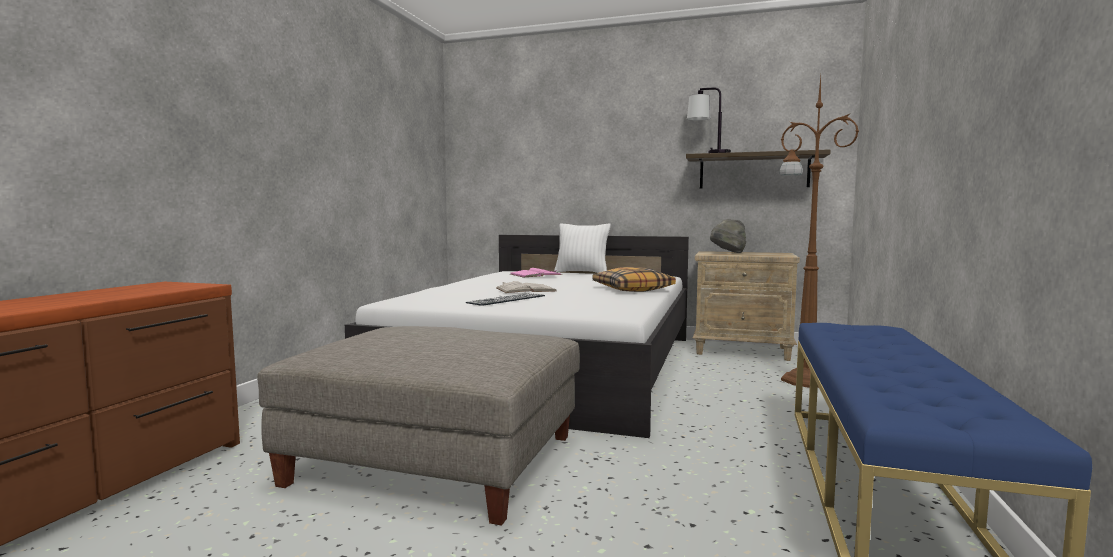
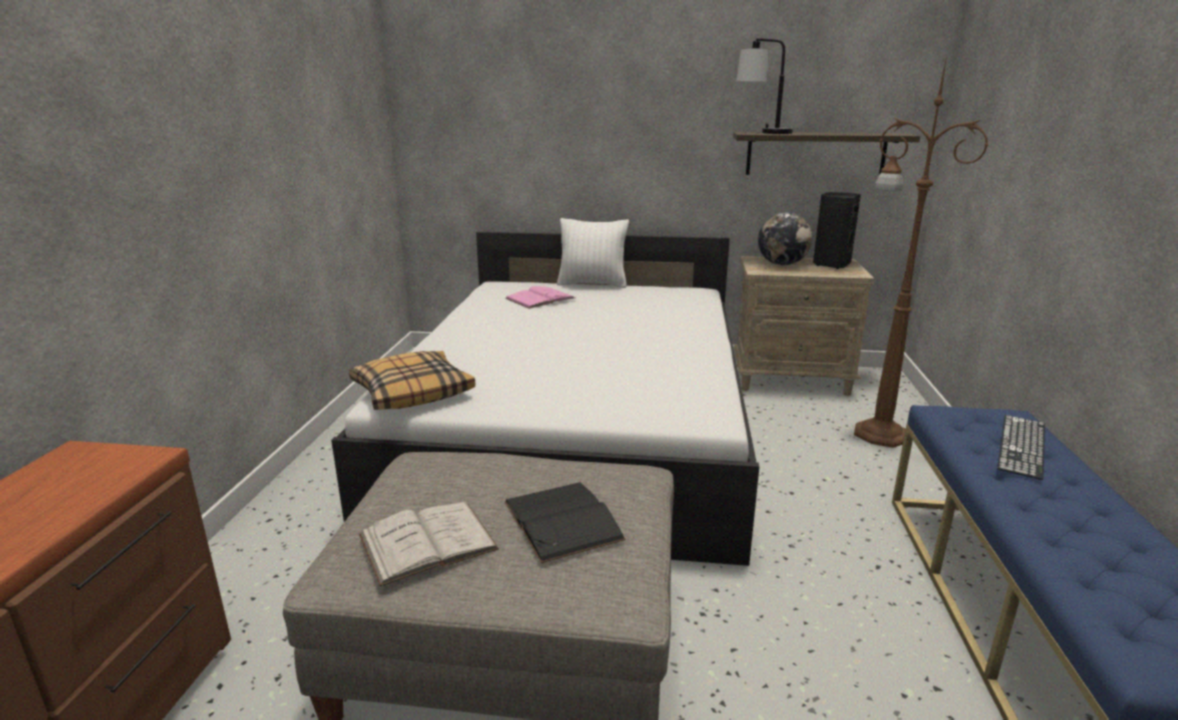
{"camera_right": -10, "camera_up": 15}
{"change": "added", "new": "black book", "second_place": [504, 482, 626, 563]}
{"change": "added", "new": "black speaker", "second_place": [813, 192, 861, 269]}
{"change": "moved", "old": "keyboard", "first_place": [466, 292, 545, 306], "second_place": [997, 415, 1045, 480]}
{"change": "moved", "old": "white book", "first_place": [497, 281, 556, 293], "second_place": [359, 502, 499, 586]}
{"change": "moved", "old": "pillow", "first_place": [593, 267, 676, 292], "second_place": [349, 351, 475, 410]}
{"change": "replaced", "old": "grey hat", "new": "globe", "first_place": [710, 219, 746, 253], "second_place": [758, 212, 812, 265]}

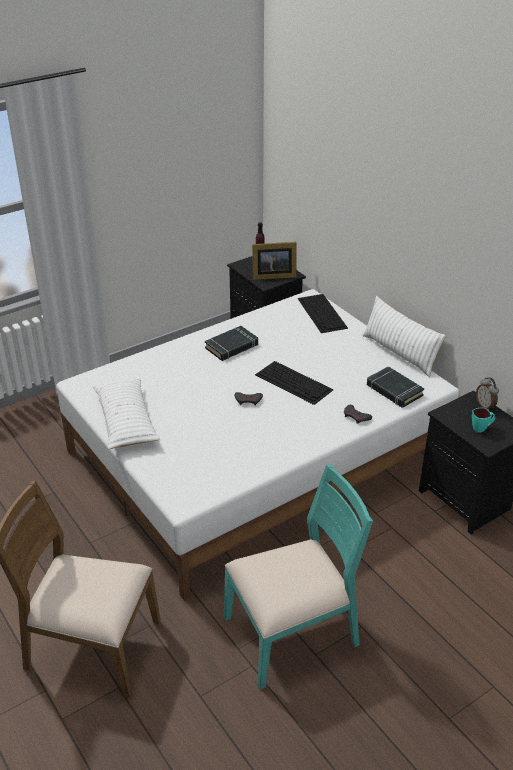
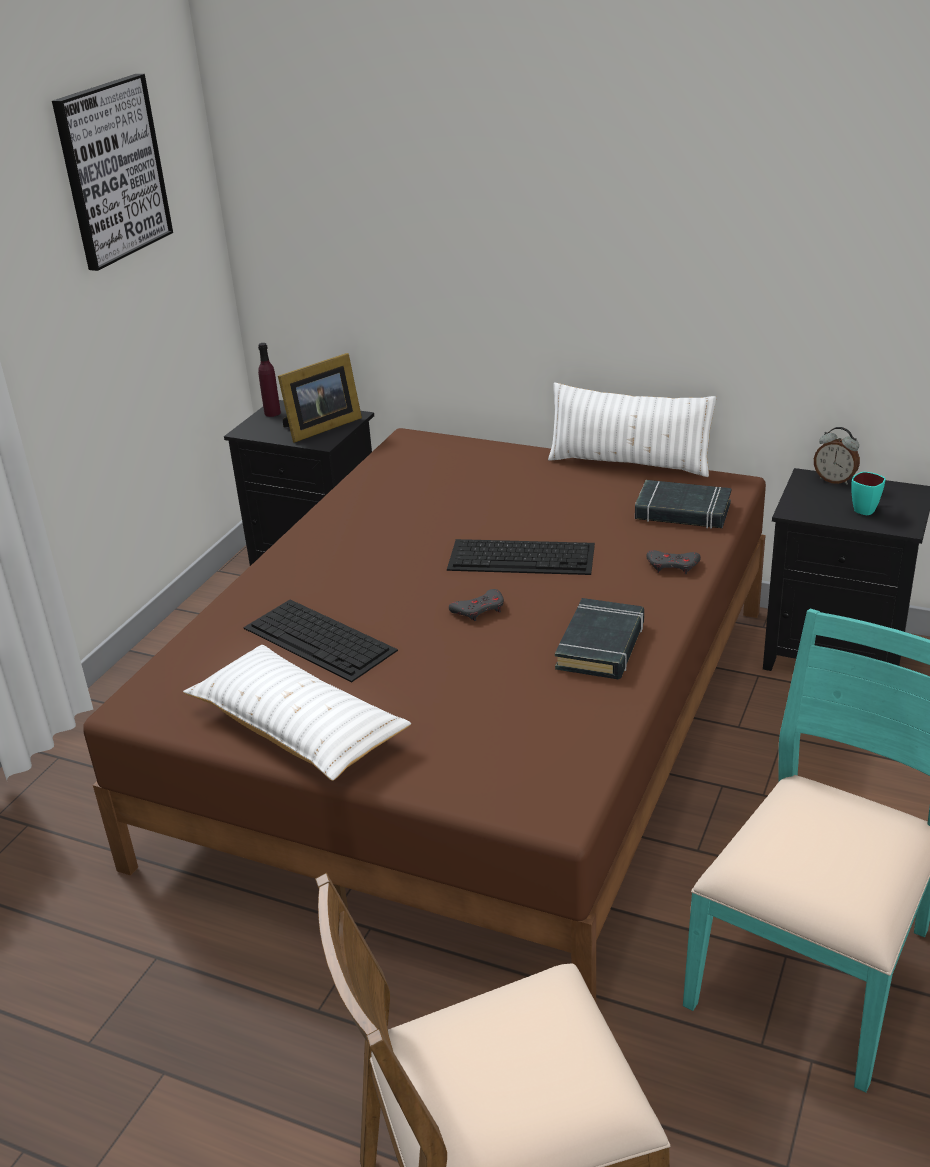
{"camera_right": -30, "camera_up": -5}
{"change": "added", "new": "picture", "second_place": [52, 74, 173, 271]}
{"change": "moved", "old": "black book", "first_place": [205, 326, 258, 361], "second_place": [555, 598, 644, 679]}
{"change": "moved", "old": "keyboard", "first_place": [298, 294, 348, 333], "second_place": [244, 600, 398, 683]}
{"change": "recoloured", "old": "white bed", "new": "brown bed", "first_place": [56, 289, 459, 601], "second_place": [83, 428, 766, 1002]}

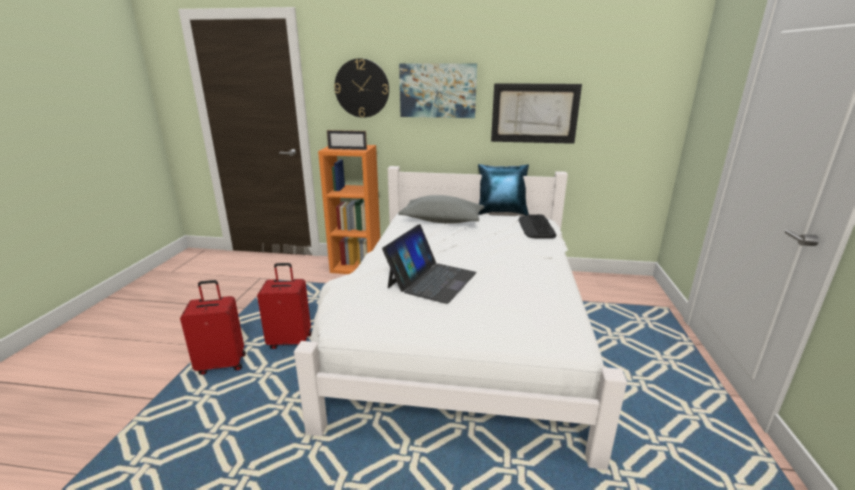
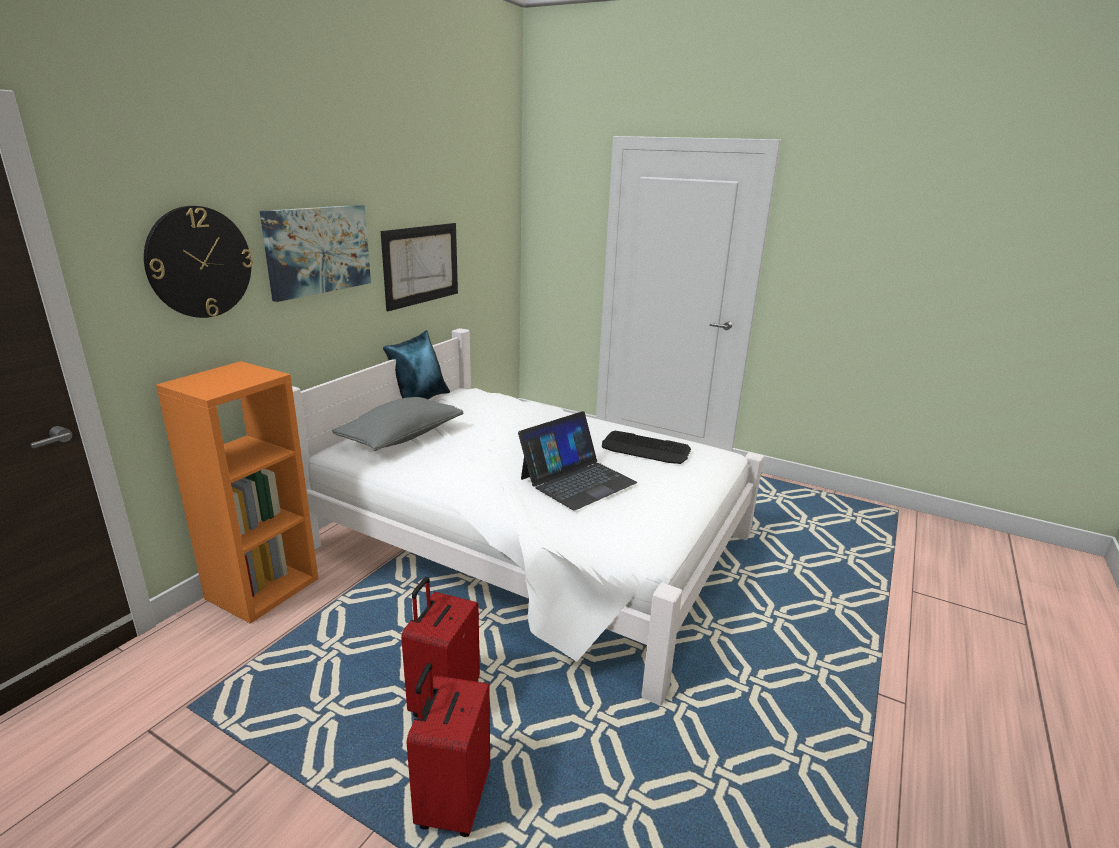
{"camera_right": -70, "camera_up": 0}
{"change": "removed", "old": "picture frame", "first_place": [327, 130, 367, 150]}
{"change": "moved", "old": "keyboard", "first_place": [518, 214, 556, 239], "second_place": [602, 431, 691, 464]}
{"change": "turned", "old": "laptop", "first_place": [382, 224, 477, 304], "second_place": [518, 411, 637, 510], "degrees": 90}

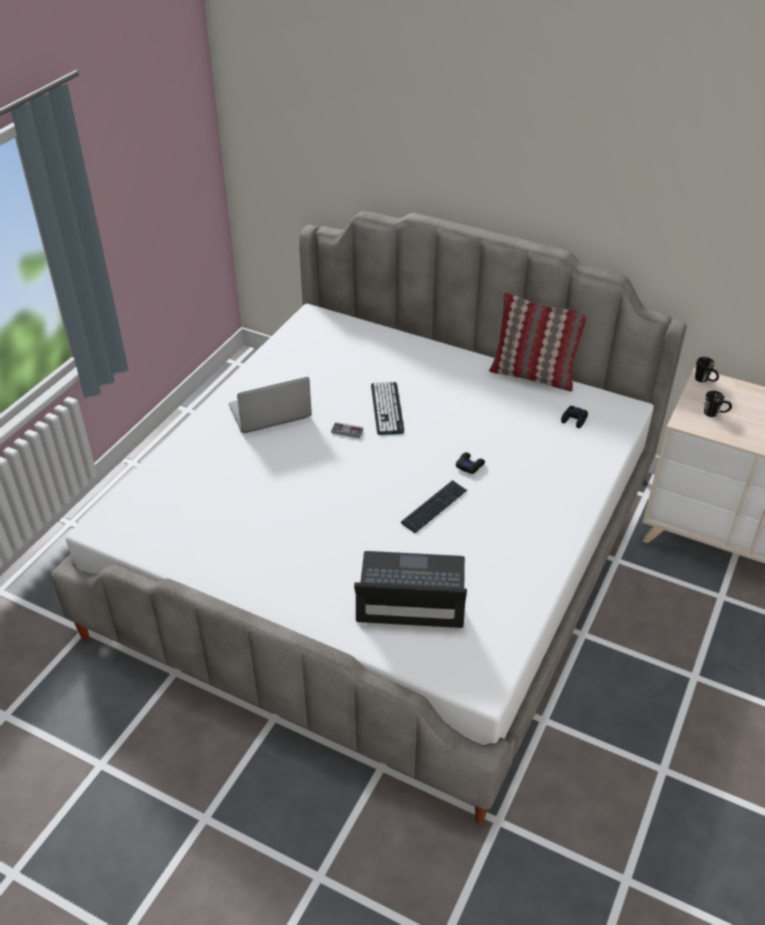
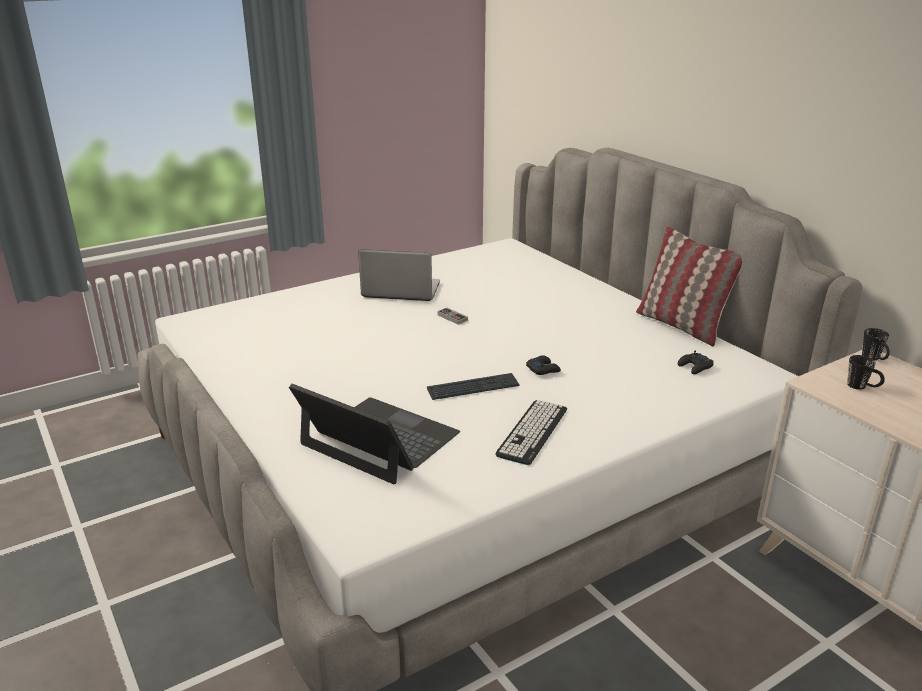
{"camera_right": 30, "camera_up": -15}
{"change": "moved", "old": "keyboard", "first_place": [371, 382, 404, 435], "second_place": [495, 400, 567, 465]}

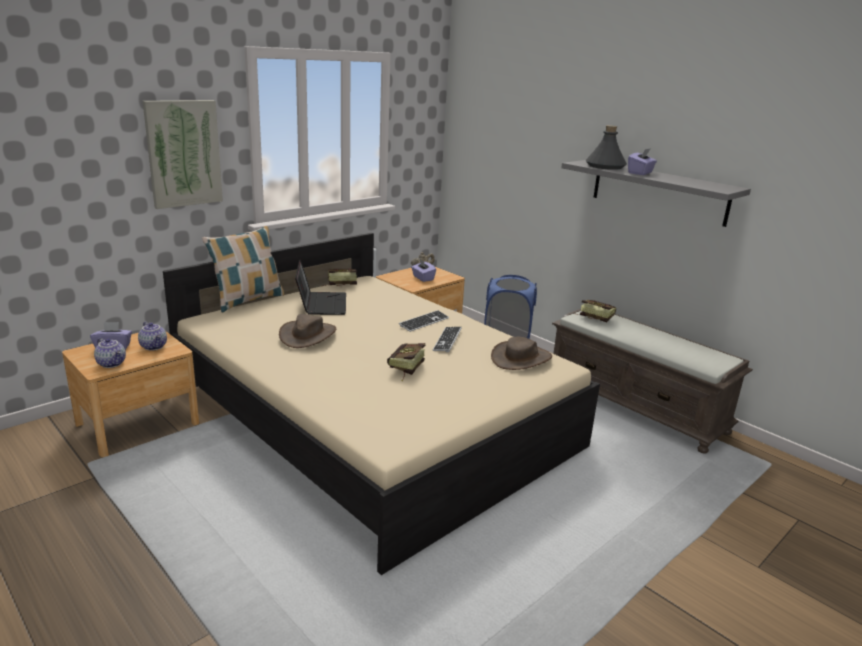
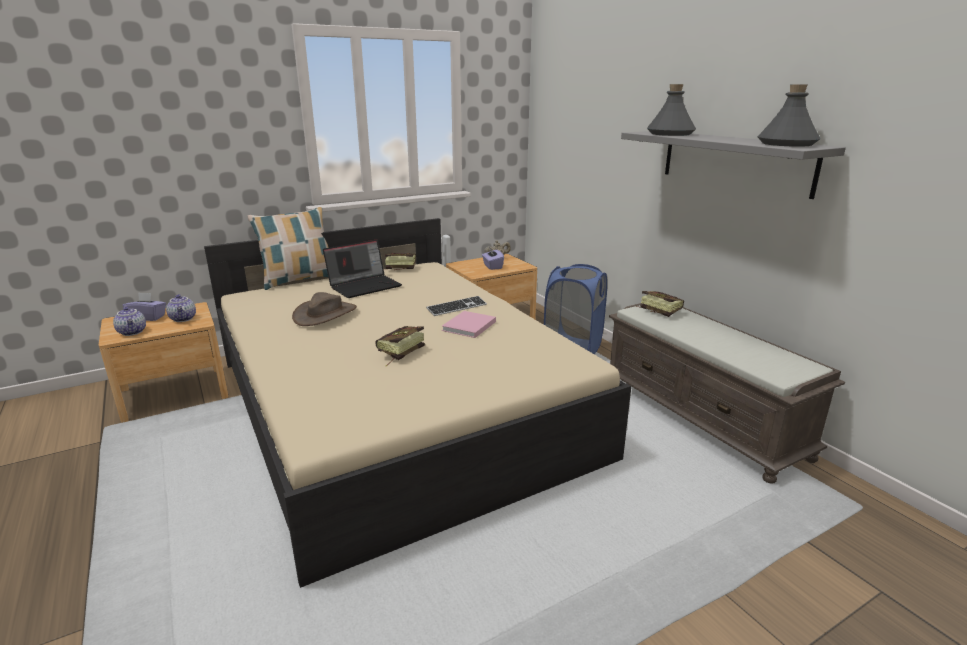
{"camera_right": 15, "camera_up": 0}
{"change": "removed", "old": "picture", "first_place": [143, 100, 223, 209]}
{"change": "removed", "old": "brown hat", "first_place": [491, 337, 552, 370]}
{"change": "removed", "old": "purple tissue box", "first_place": [628, 148, 657, 175]}
{"change": "added", "new": "grey bottle", "second_place": [758, 85, 821, 147]}
{"change": "replaced", "old": "keyboard", "new": "pink book", "first_place": [433, 327, 462, 352], "second_place": [442, 311, 496, 338]}
{"change": "turned", "old": "laptop", "first_place": [295, 259, 346, 315], "second_place": [323, 239, 402, 298], "degrees": 45}

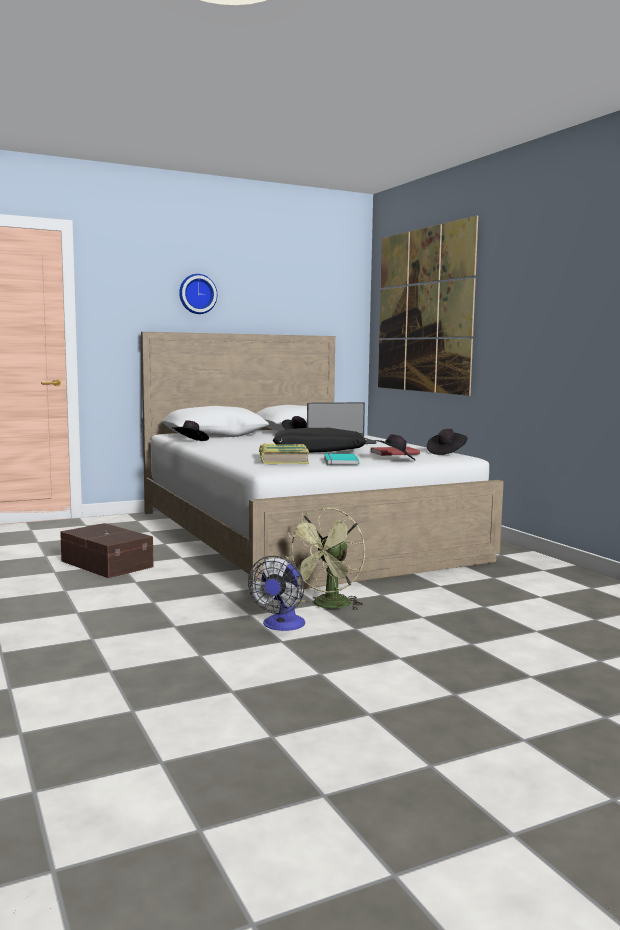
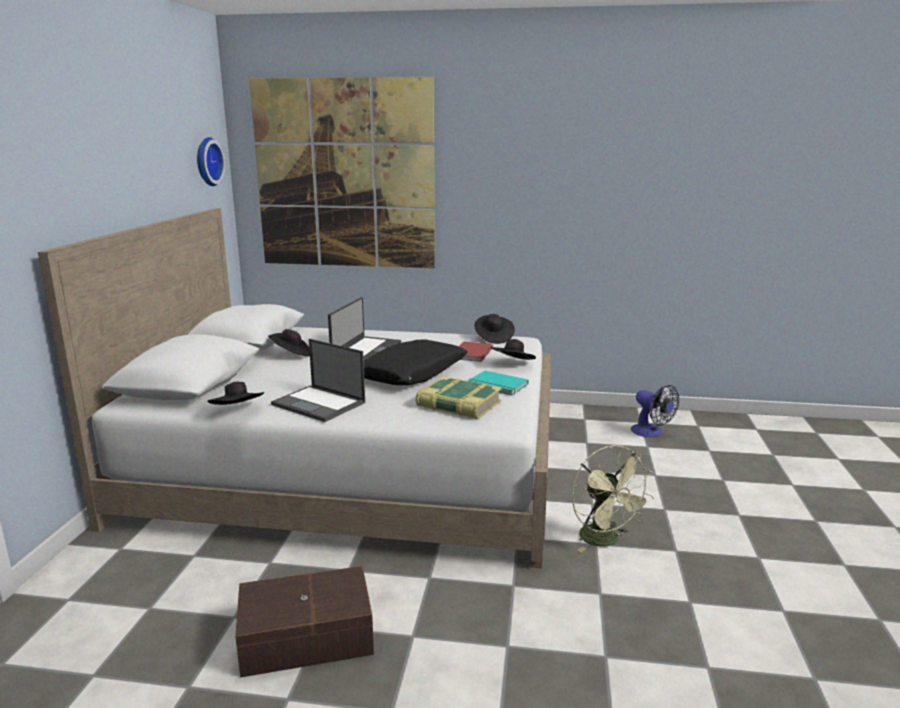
{"camera_right": -55, "camera_up": 10}
{"change": "added", "new": "laptop", "second_place": [271, 339, 365, 422]}
{"change": "moved", "old": "wall clock", "first_place": [179, 274, 217, 314], "second_place": [197, 137, 225, 186]}
{"change": "moved", "old": "fan", "first_place": [248, 556, 305, 631], "second_place": [631, 385, 679, 437]}

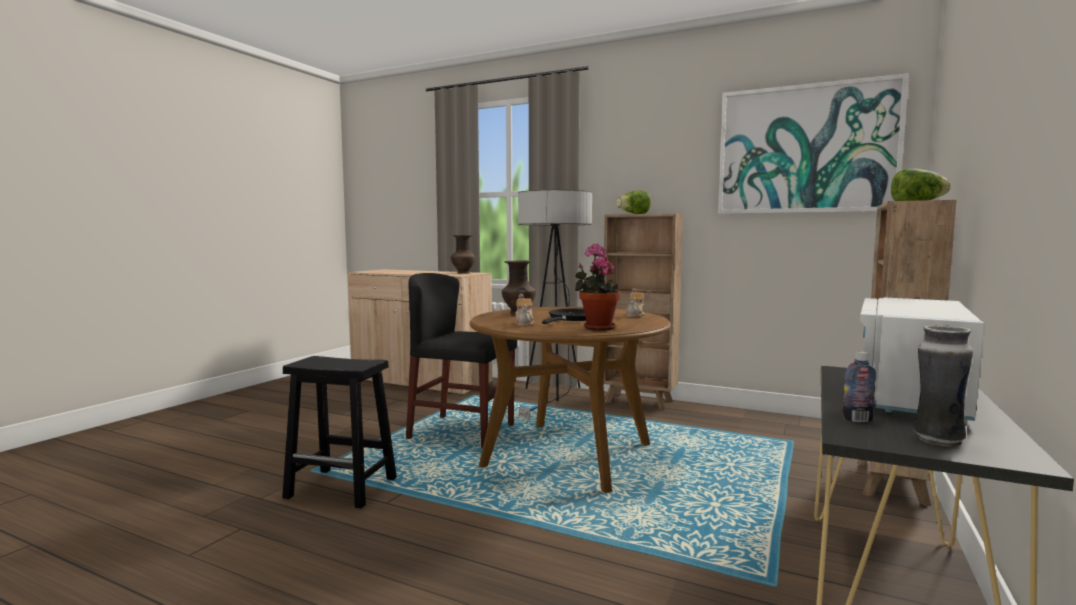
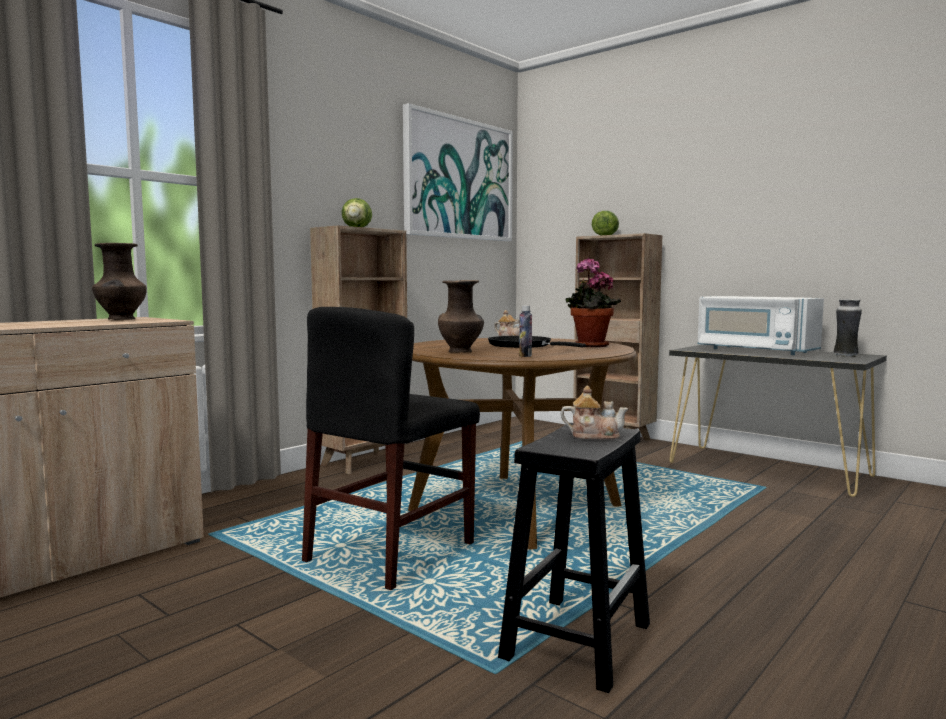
{"camera_right": -75, "camera_up": 0}
{"change": "removed", "old": "floor lamp", "first_place": [518, 190, 592, 419]}
{"change": "moved", "old": "teapot", "first_place": [515, 294, 535, 326], "second_place": [561, 386, 629, 440]}
{"change": "moved", "old": "bottle", "first_place": [842, 352, 876, 422], "second_place": [519, 306, 532, 357]}

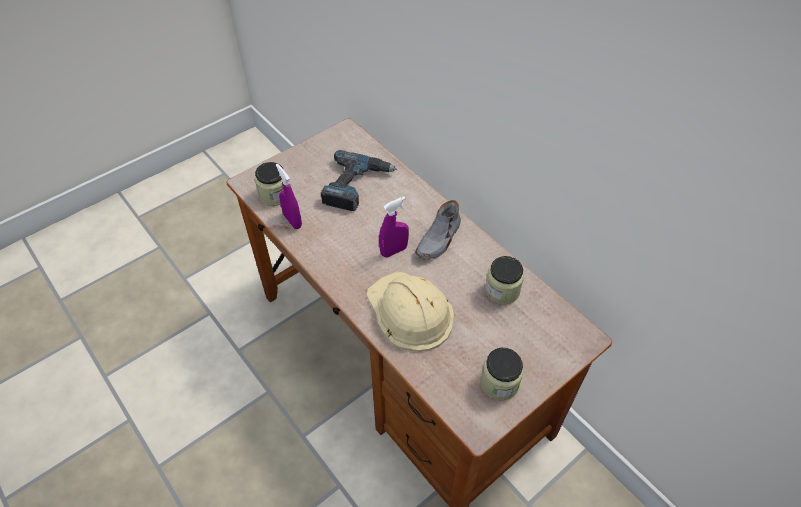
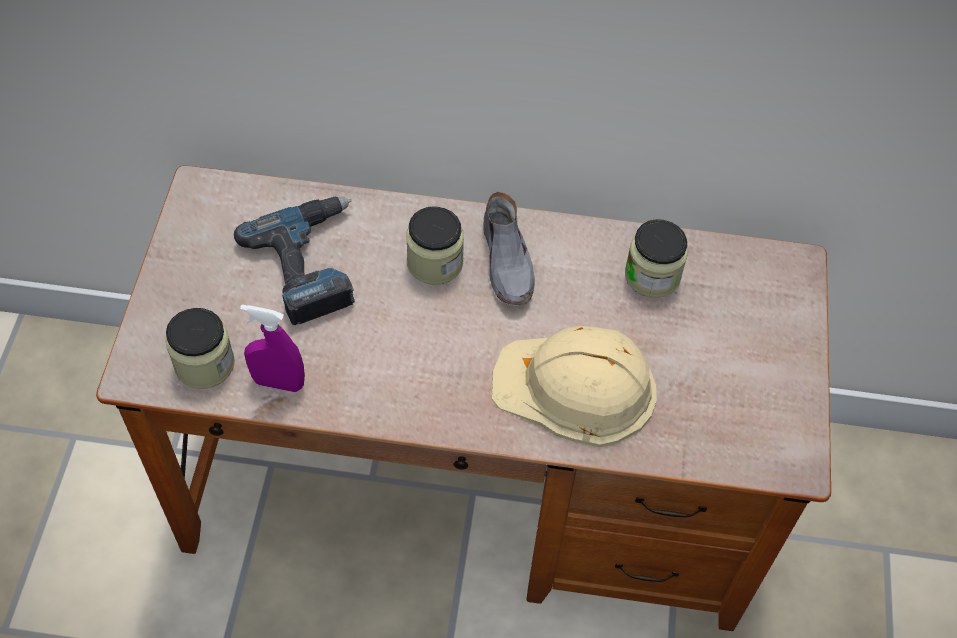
{"camera_right": -45, "camera_up": 5}
{"change": "removed", "old": "purple spray bottle", "first_place": [379, 197, 409, 258]}
{"change": "moved", "old": "jar", "first_place": [480, 348, 524, 401], "second_place": [406, 207, 464, 285]}

